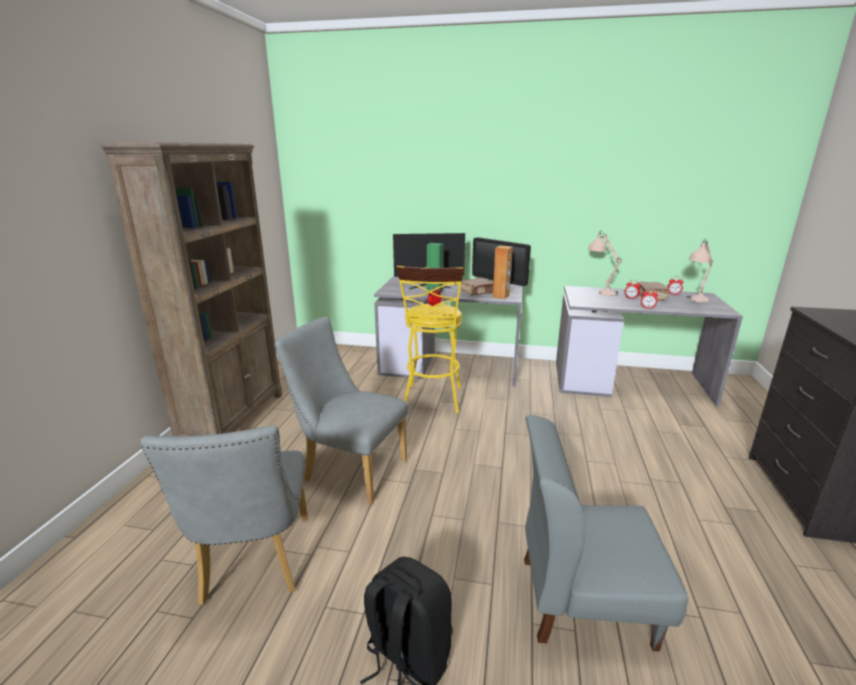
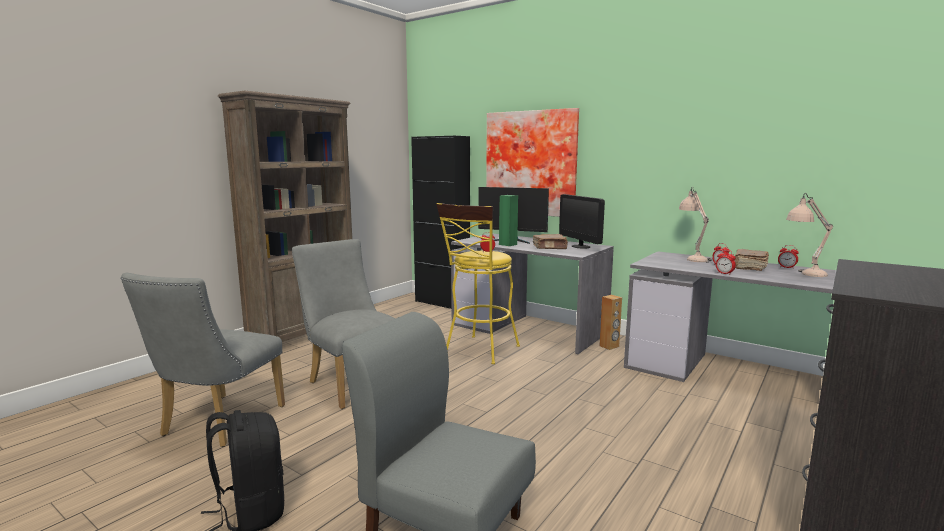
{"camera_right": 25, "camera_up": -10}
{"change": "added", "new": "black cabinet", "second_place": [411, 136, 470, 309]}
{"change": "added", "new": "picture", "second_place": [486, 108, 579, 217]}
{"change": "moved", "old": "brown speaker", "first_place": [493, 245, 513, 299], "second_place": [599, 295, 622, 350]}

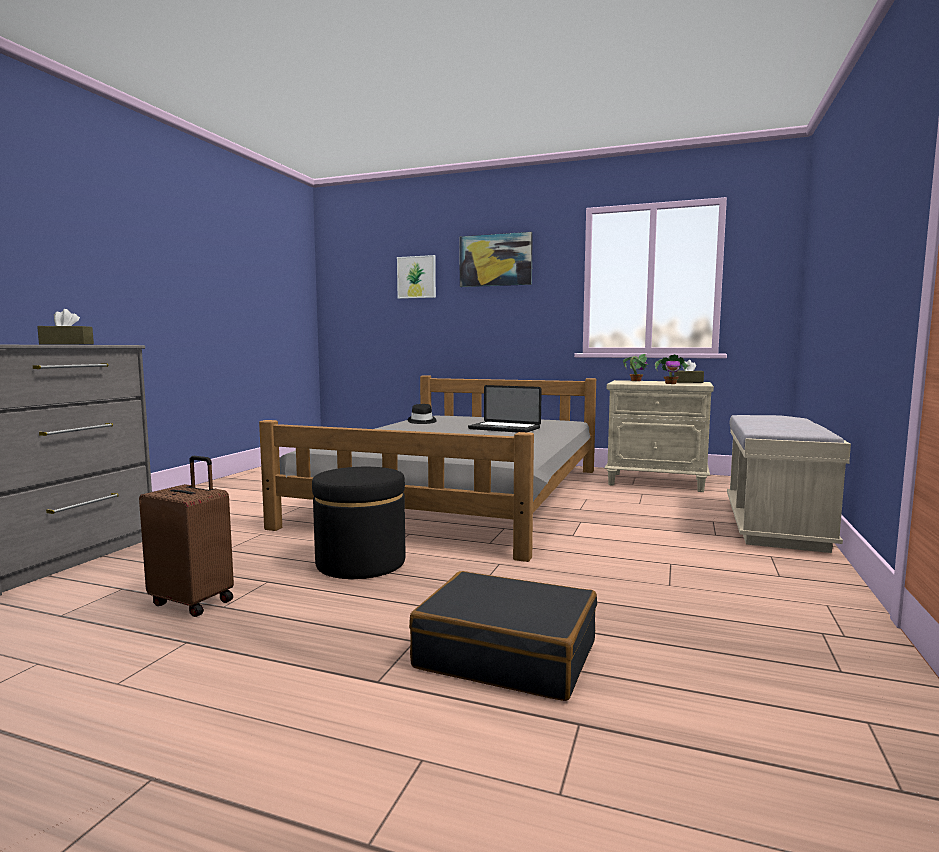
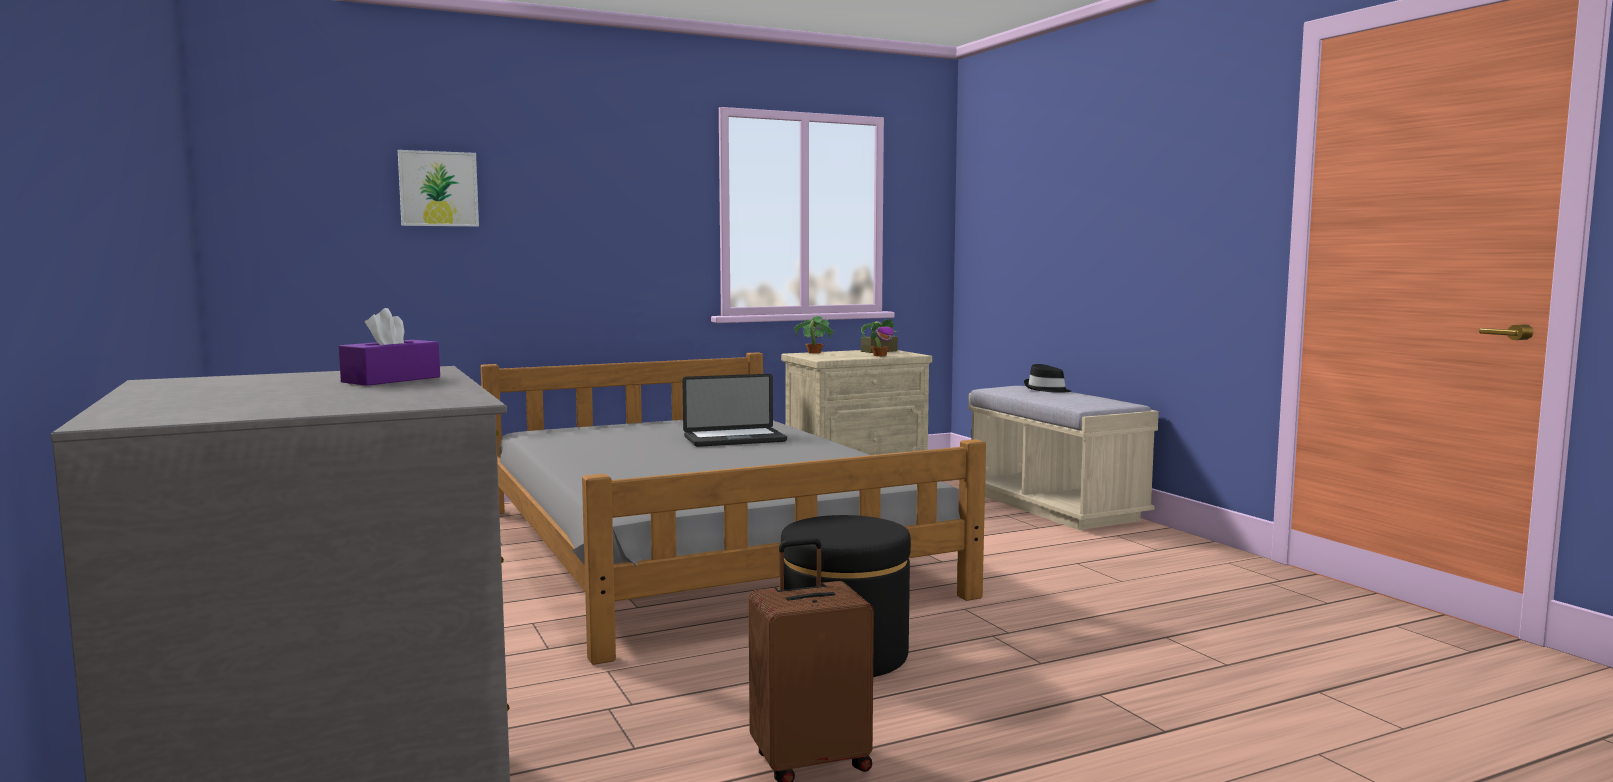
{"camera_right": -45, "camera_up": 0}
{"change": "removed", "old": "black suitcase", "first_place": [409, 571, 597, 701]}
{"change": "removed", "old": "picture", "first_place": [460, 232, 533, 287]}
{"change": "moved", "old": "black hat", "first_place": [408, 404, 437, 424], "second_place": [1024, 364, 1071, 393]}
{"change": "recoloured", "old": "brown tissue box", "new": "purple tissue box", "first_place": [37, 309, 94, 345], "second_place": [339, 308, 440, 386]}

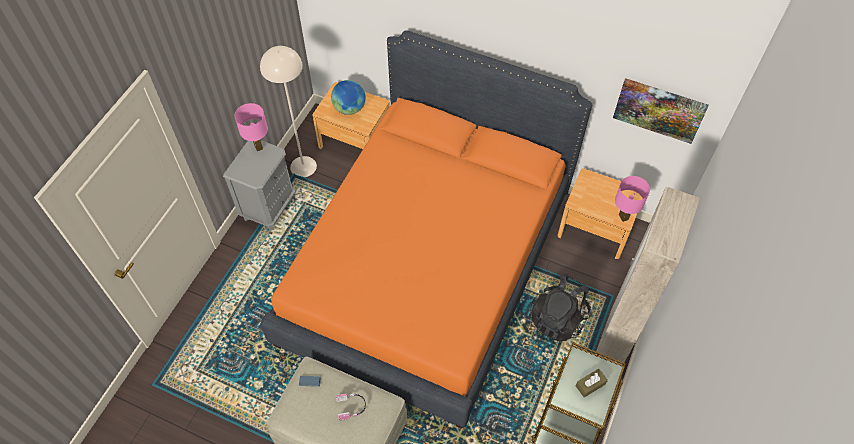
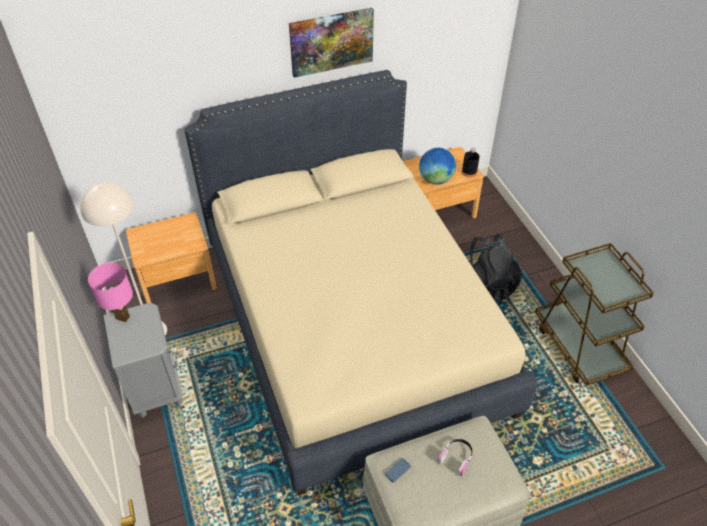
{"camera_right": -45, "camera_up": -10}
{"change": "removed", "old": "brown tissue box", "first_place": [576, 369, 608, 397]}
{"change": "removed", "old": "beige wardrobe", "first_place": [596, 187, 700, 365]}
{"change": "moved", "old": "globe", "first_place": [331, 80, 366, 115], "second_place": [419, 148, 456, 184]}
{"change": "moved", "old": "picture", "first_place": [613, 78, 709, 144], "second_place": [289, 8, 374, 78]}
{"change": "replaced", "old": "pink table lamp", "new": "black bottle", "first_place": [615, 176, 650, 222], "second_place": [462, 147, 480, 177]}
{"change": "recoloured", "old": "orange bed", "new": "beige bed", "first_place": [261, 30, 592, 429], "second_place": [184, 70, 537, 495]}

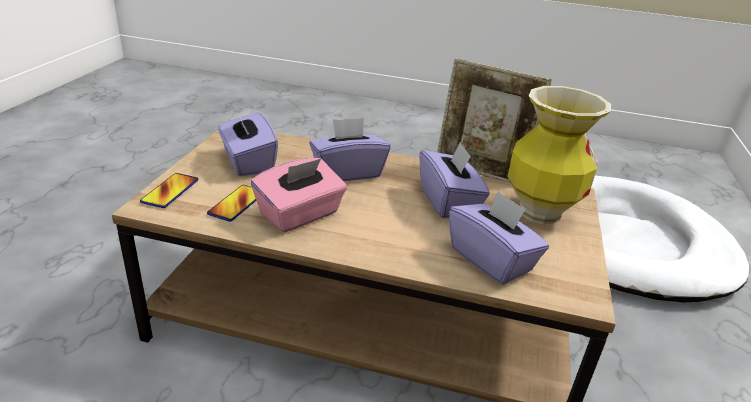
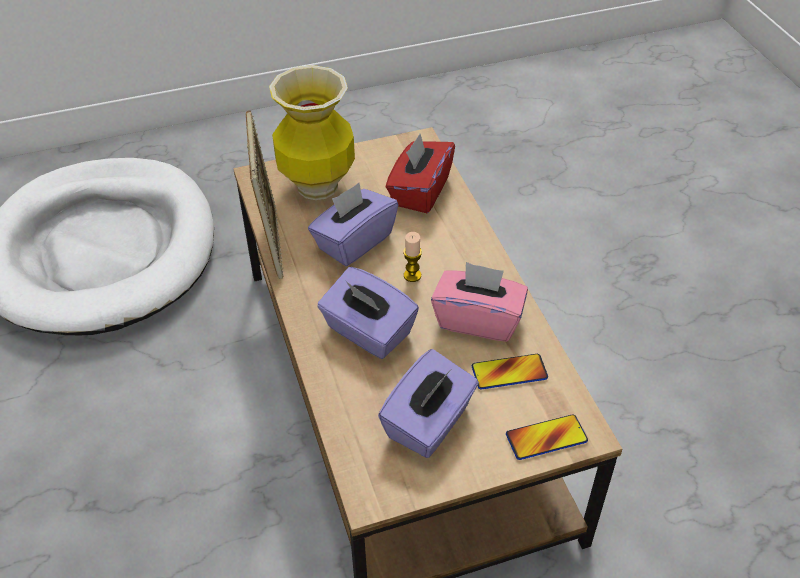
{"camera_right": -120, "camera_up": 15}
{"change": "added", "new": "candle", "second_place": [403, 232, 422, 282]}
{"change": "recoloured", "old": "purple tissue box", "new": "red tissue box", "first_place": [449, 191, 549, 285], "second_place": [386, 134, 455, 213]}

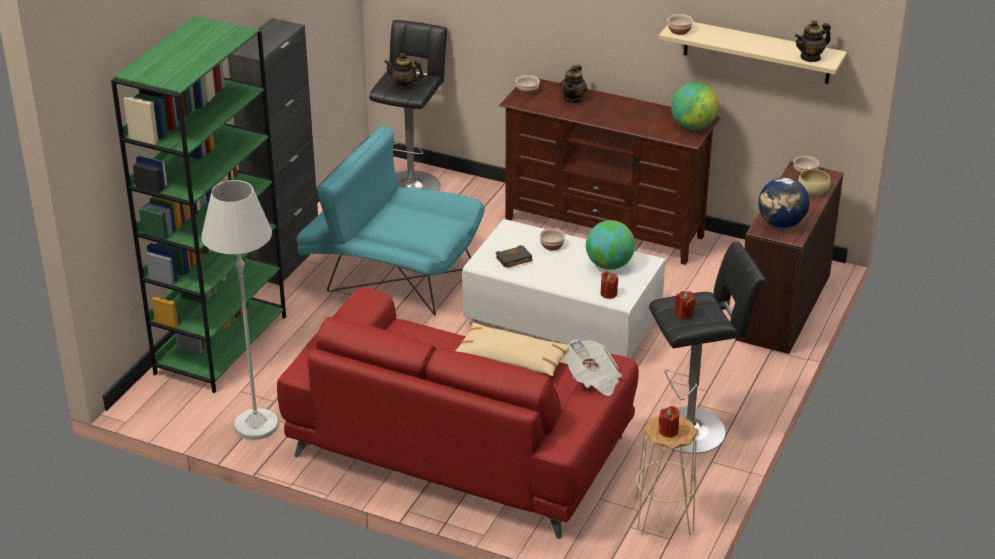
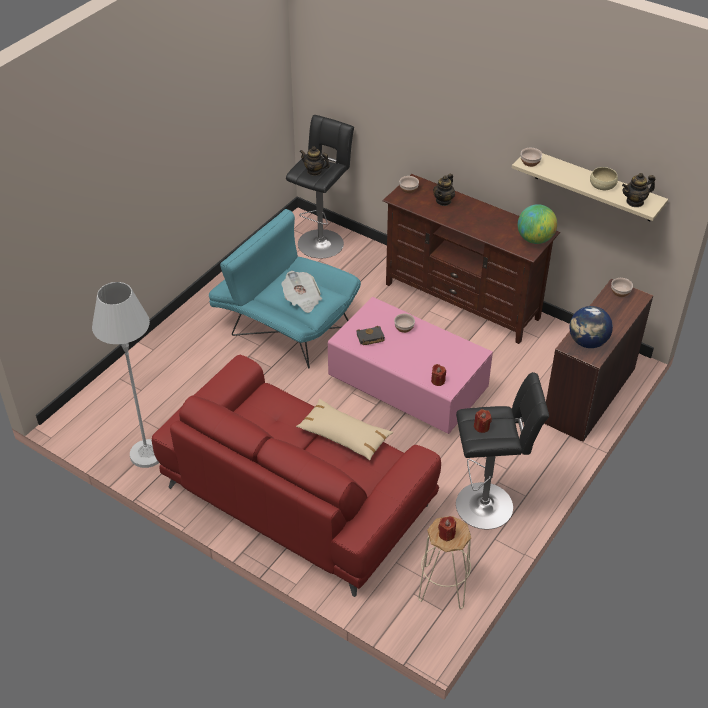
{"camera_right": 10, "camera_up": 10}
{"change": "removed", "old": "green bookcase", "first_place": [111, 16, 286, 393]}
{"change": "removed", "old": "black cabinet", "first_place": [228, 18, 318, 285]}
{"change": "removed", "old": "globe", "first_place": [586, 220, 635, 270]}
{"change": "moved", "old": "newspaper", "first_place": [565, 340, 622, 396], "second_place": [281, 271, 322, 313]}
{"change": "moved", "old": "beige bowl", "first_place": [798, 169, 831, 195], "second_place": [590, 167, 618, 190]}
{"change": "recoloured", "old": "white coffee table", "new": "pink coffee table", "first_place": [462, 219, 665, 358], "second_place": [328, 297, 493, 434]}

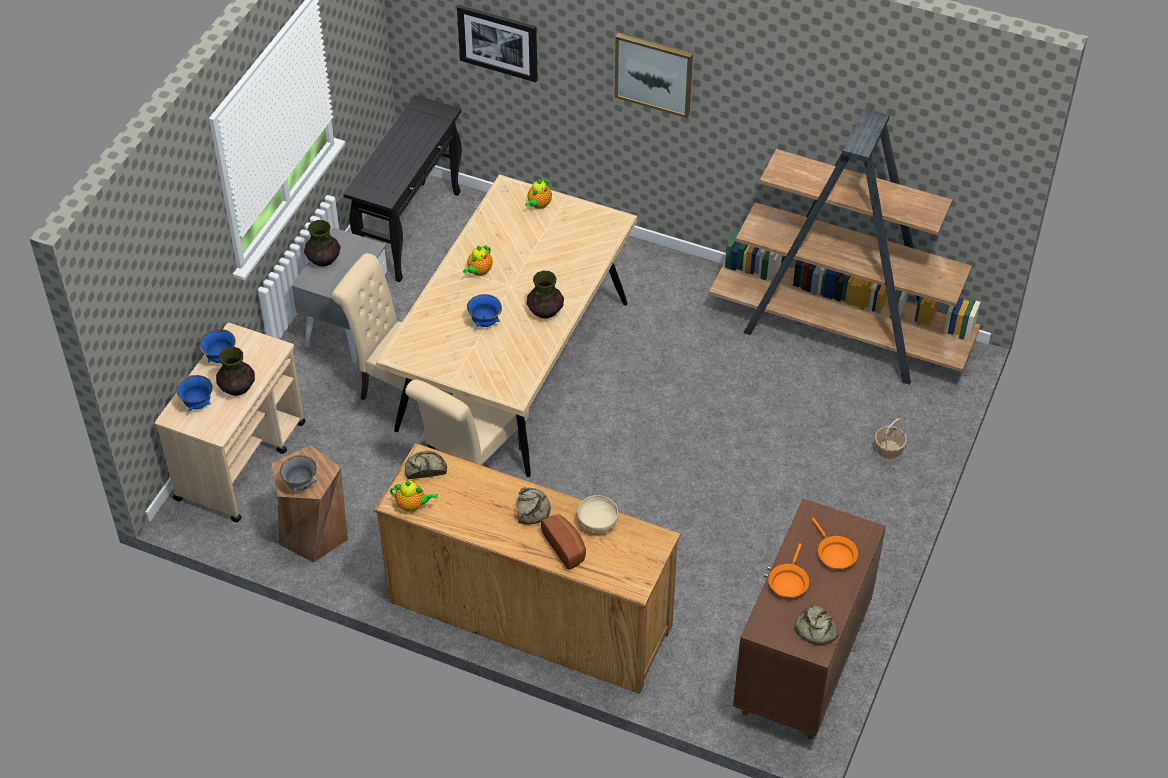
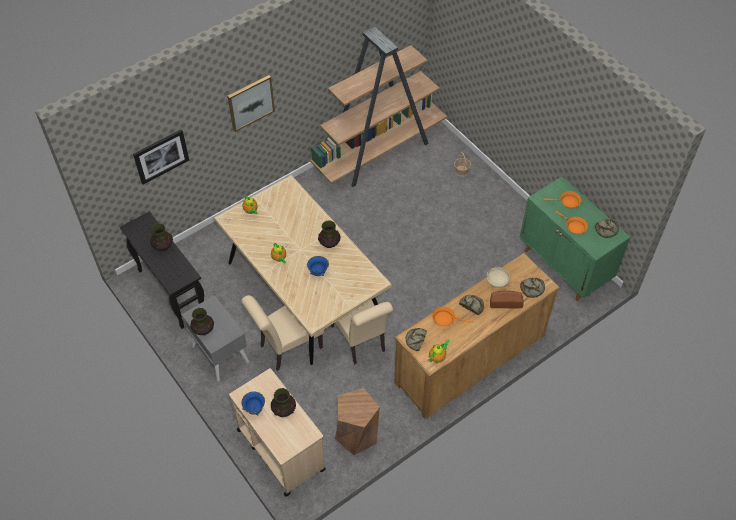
{"camera_right": -60, "camera_up": 5}
{"change": "removed", "old": "blue bowl", "first_place": [176, 375, 213, 411]}
{"change": "removed", "old": "grey bowl", "first_place": [280, 455, 317, 492]}
{"change": "added", "new": "vase", "second_place": [150, 223, 173, 251]}
{"change": "added", "new": "orange frying pan", "second_place": [432, 307, 473, 326]}
{"change": "added", "new": "bread", "second_place": [520, 278, 545, 298]}
{"change": "recoloured", "old": "brown cabinet", "new": "green cabinet", "first_place": [733, 499, 886, 740], "second_place": [520, 176, 630, 301]}

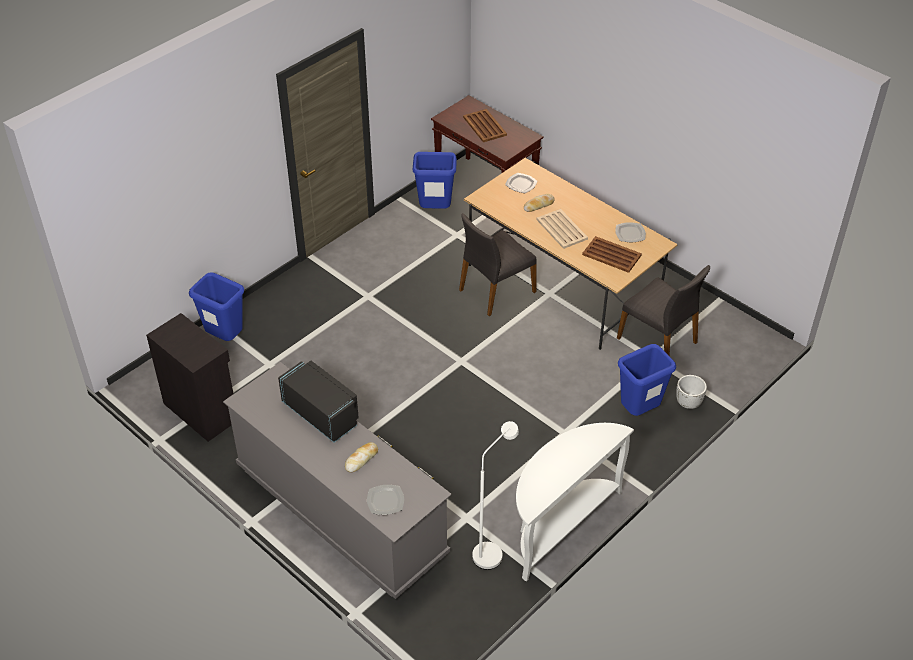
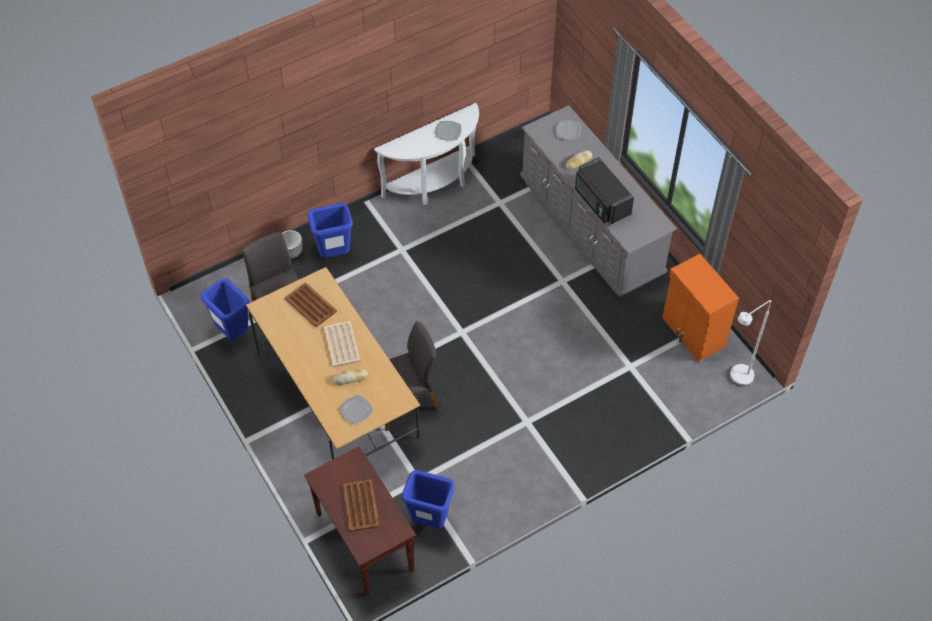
{"camera_right": -165, "camera_up": 10}
{"change": "moved", "old": "blue trash can", "first_place": [189, 272, 244, 341], "second_place": [201, 279, 249, 340]}
{"change": "moved", "old": "white floor lamp", "first_place": [472, 421, 519, 570], "second_place": [730, 300, 771, 386]}
{"change": "moved", "old": "plate", "first_place": [615, 222, 646, 242], "second_place": [435, 121, 461, 141]}
{"change": "recoloured", "old": "black cabinet", "new": "orange cabinet", "first_place": [146, 313, 233, 442], "second_place": [662, 254, 739, 362]}

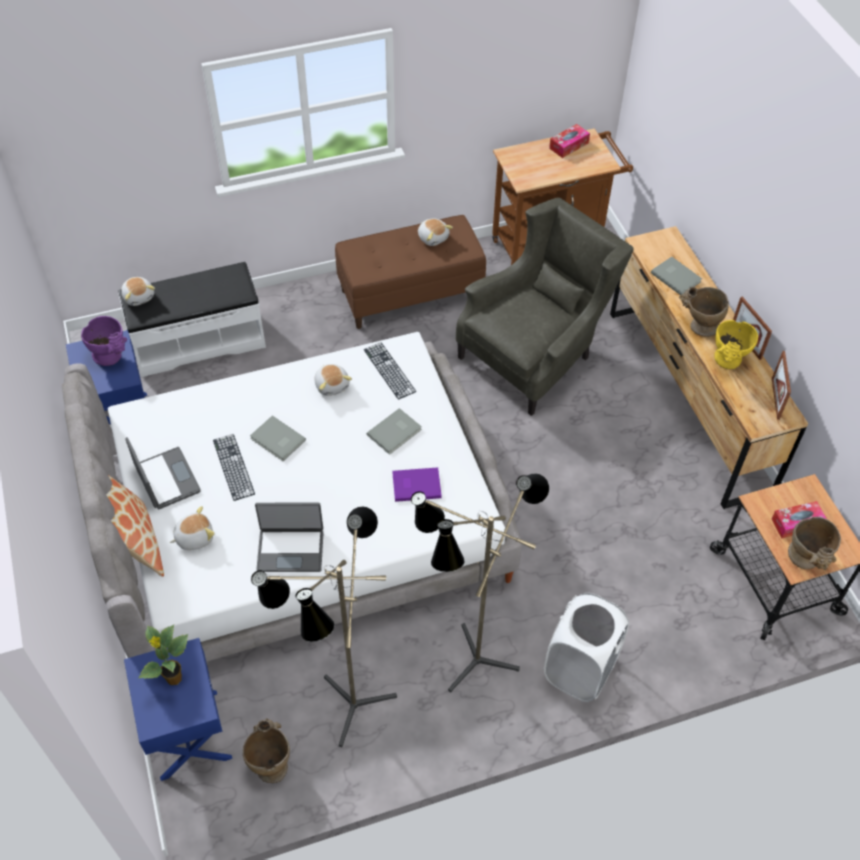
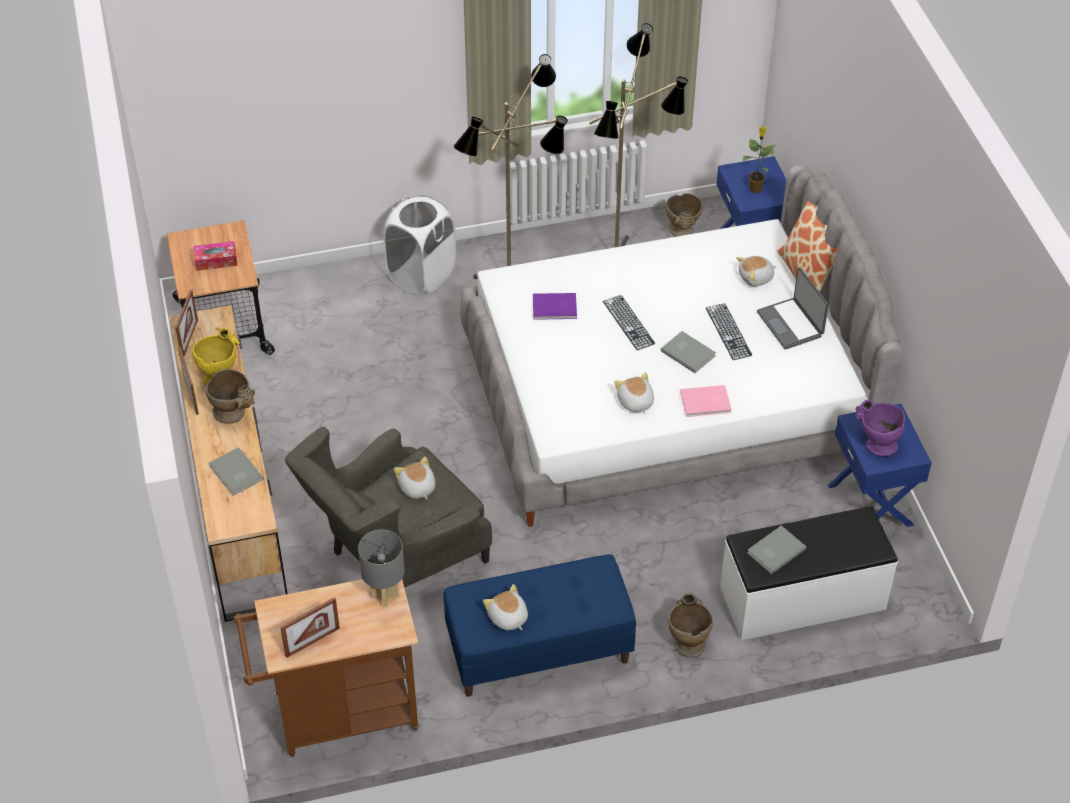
{"camera_right": -175, "camera_up": -5}
{"change": "removed", "old": "laptop", "first_place": [255, 503, 323, 572]}
{"change": "added", "new": "grey table lamp", "second_place": [358, 529, 405, 607]}
{"change": "added", "new": "pink book", "second_place": [680, 385, 732, 417]}
{"change": "moved", "old": "plush toy", "first_place": [121, 277, 155, 306], "second_place": [394, 457, 436, 499]}
{"change": "moved", "old": "keyboard", "first_place": [364, 342, 416, 400], "second_place": [603, 295, 655, 350]}
{"change": "moved", "old": "grey book", "first_place": [367, 408, 422, 455], "second_place": [747, 525, 807, 574]}
{"change": "moved", "old": "beige vase", "first_place": [788, 517, 841, 570], "second_place": [668, 593, 713, 657]}
{"change": "replaced", "old": "tissue box", "new": "picture frame", "first_place": [549, 124, 590, 158], "second_place": [280, 597, 340, 658]}
{"change": "recoloured", "old": "brown bench", "new": "blue bench", "first_place": [335, 215, 486, 329], "second_place": [444, 554, 636, 697]}

